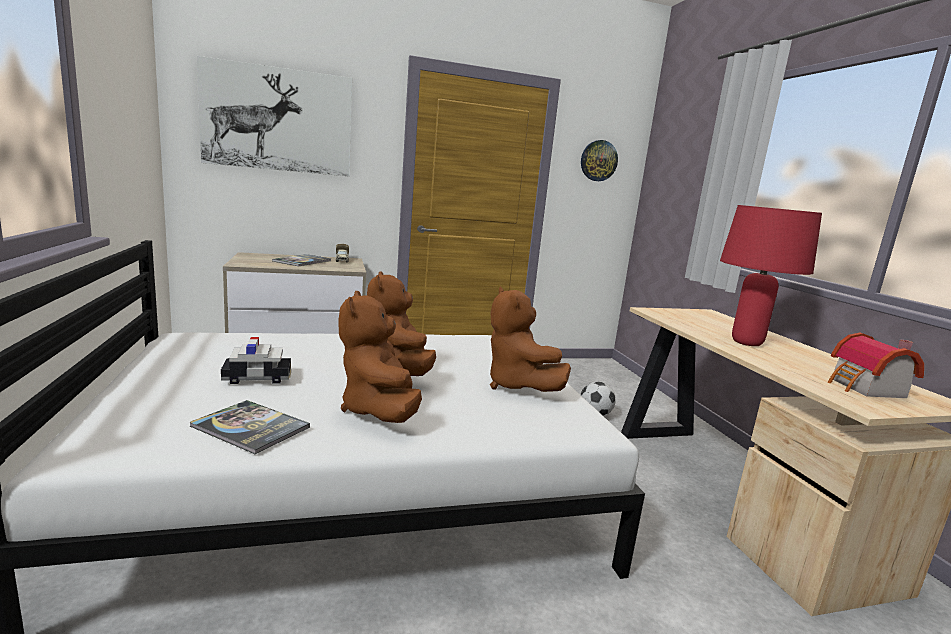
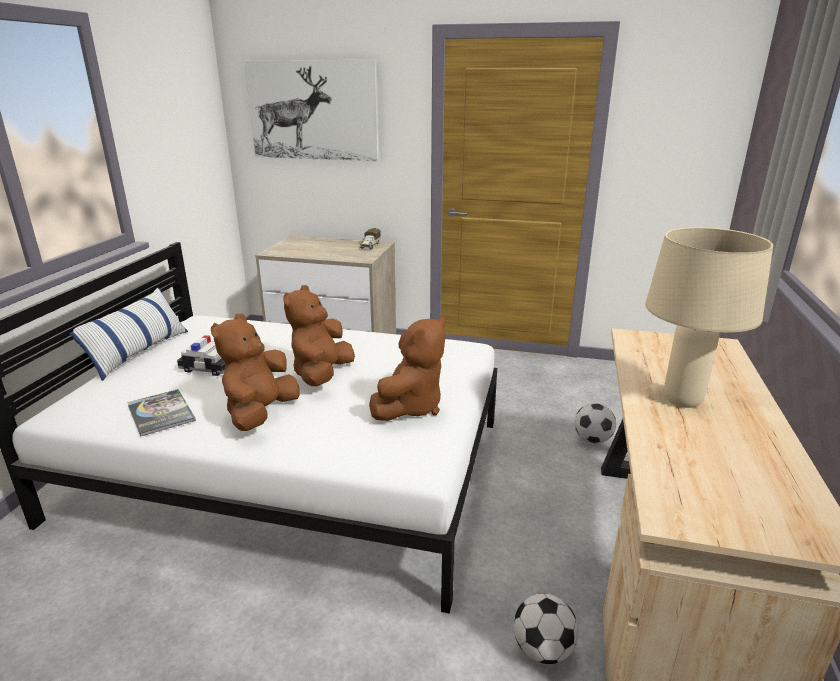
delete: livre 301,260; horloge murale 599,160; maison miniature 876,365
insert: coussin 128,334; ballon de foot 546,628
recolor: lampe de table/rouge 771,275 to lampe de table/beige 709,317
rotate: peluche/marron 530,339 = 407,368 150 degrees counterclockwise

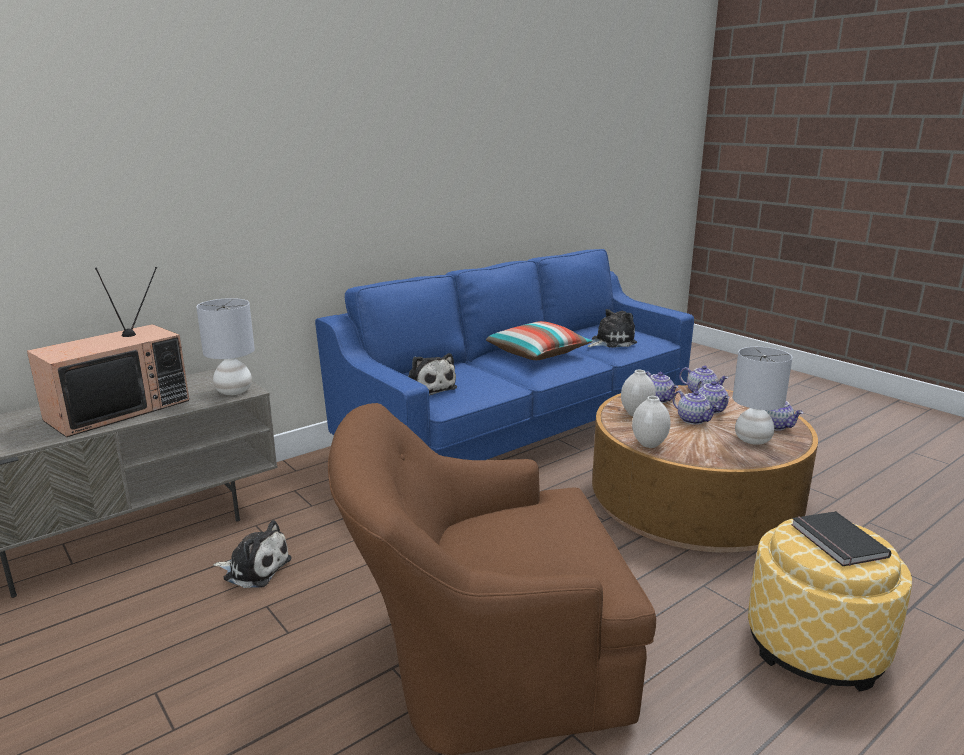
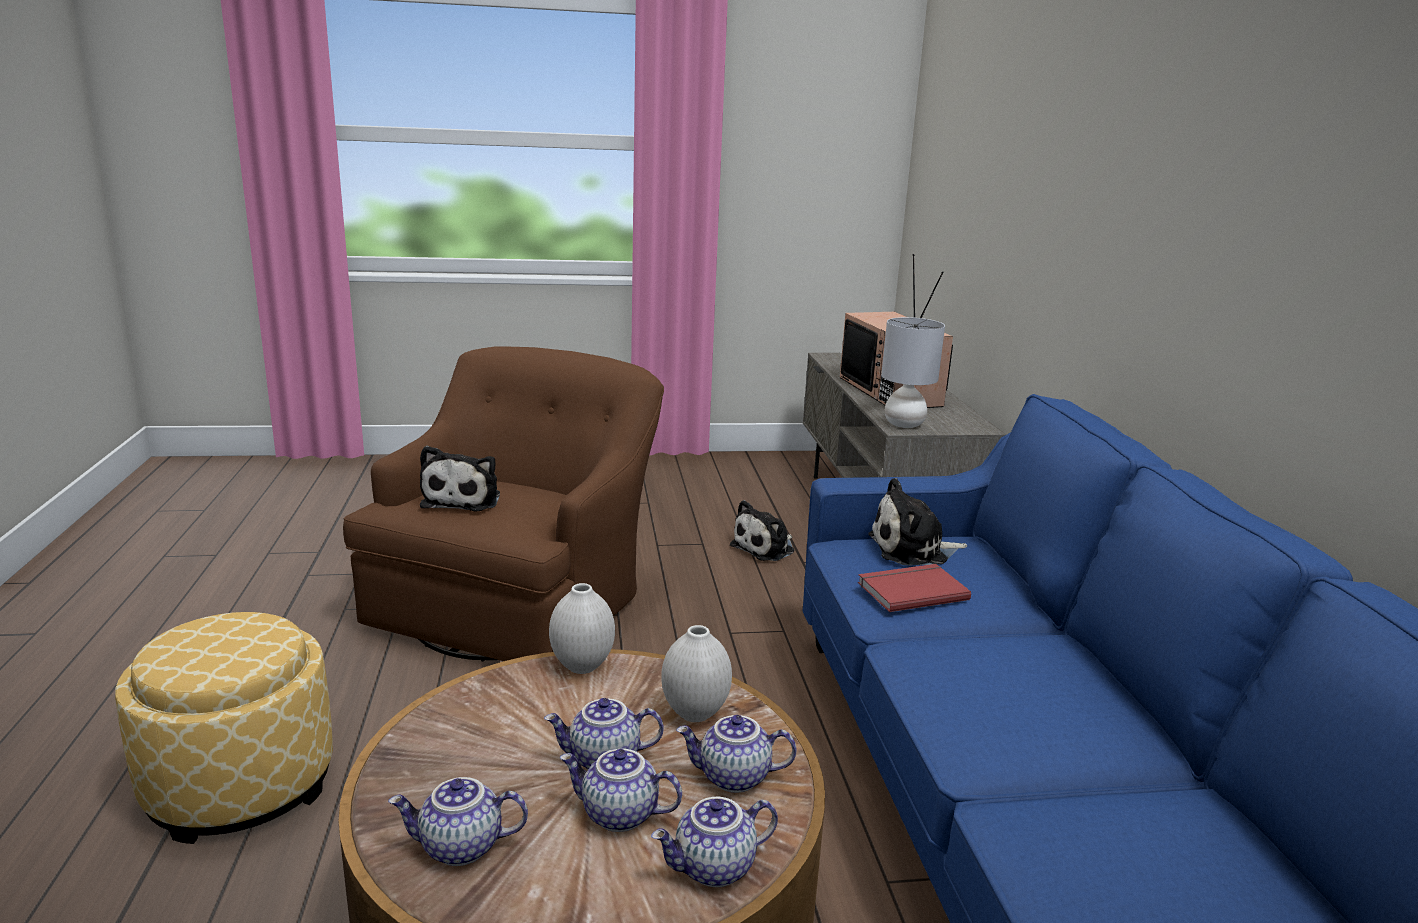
delete: coussin 539,340; lampe de table/gris 763,396; livre/noir 841,538
insert: livre/rouge 914,588
move: peluche 612,328 to 460,479

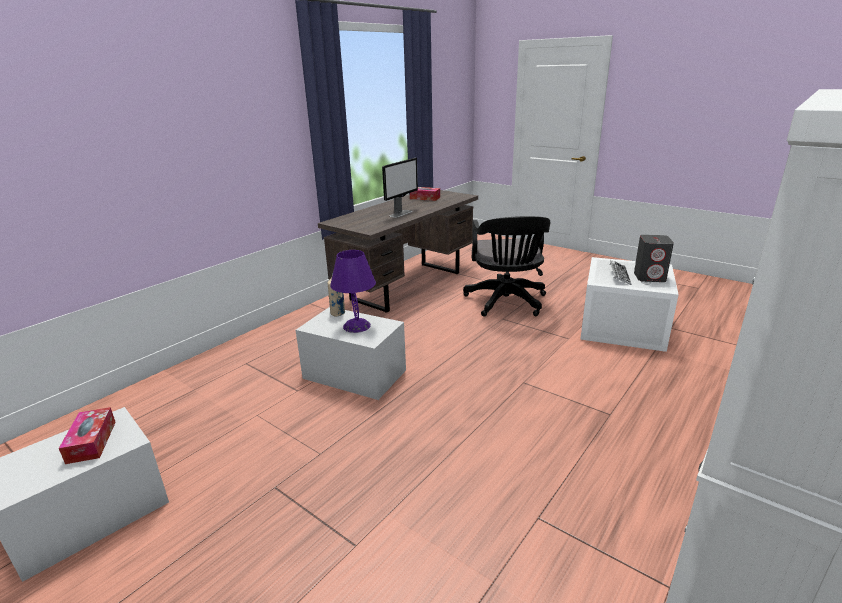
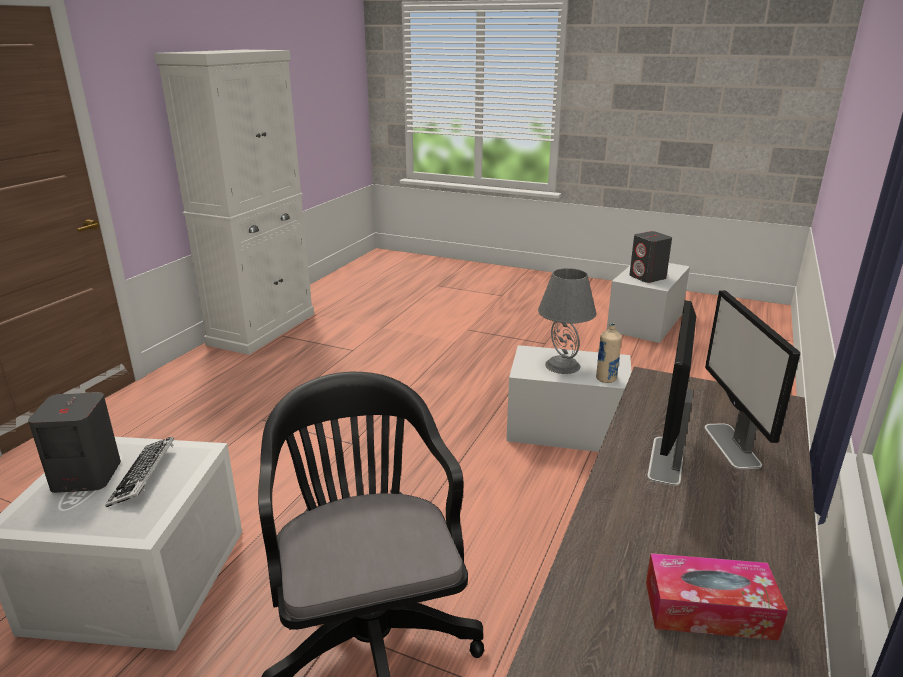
insert: écran d'ordinateur 752,379
replace: boîte à mouchoirs 87,435 to enceinte/gris 650,257
recolor: lampe de table/violet 353,291 to lampe de table/gris 567,321

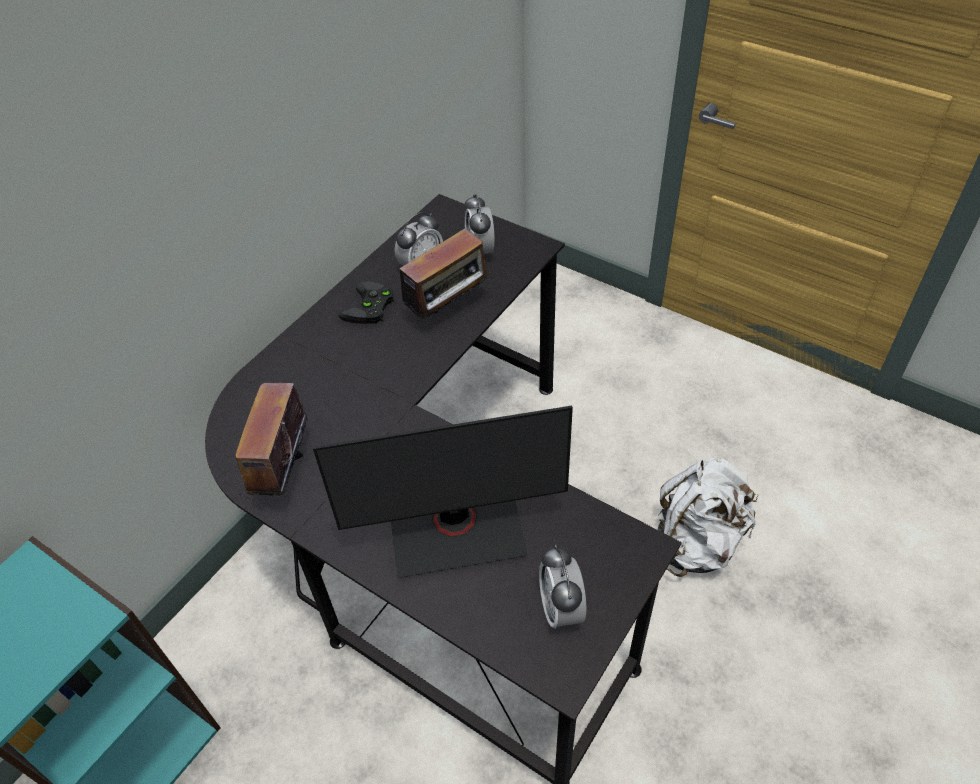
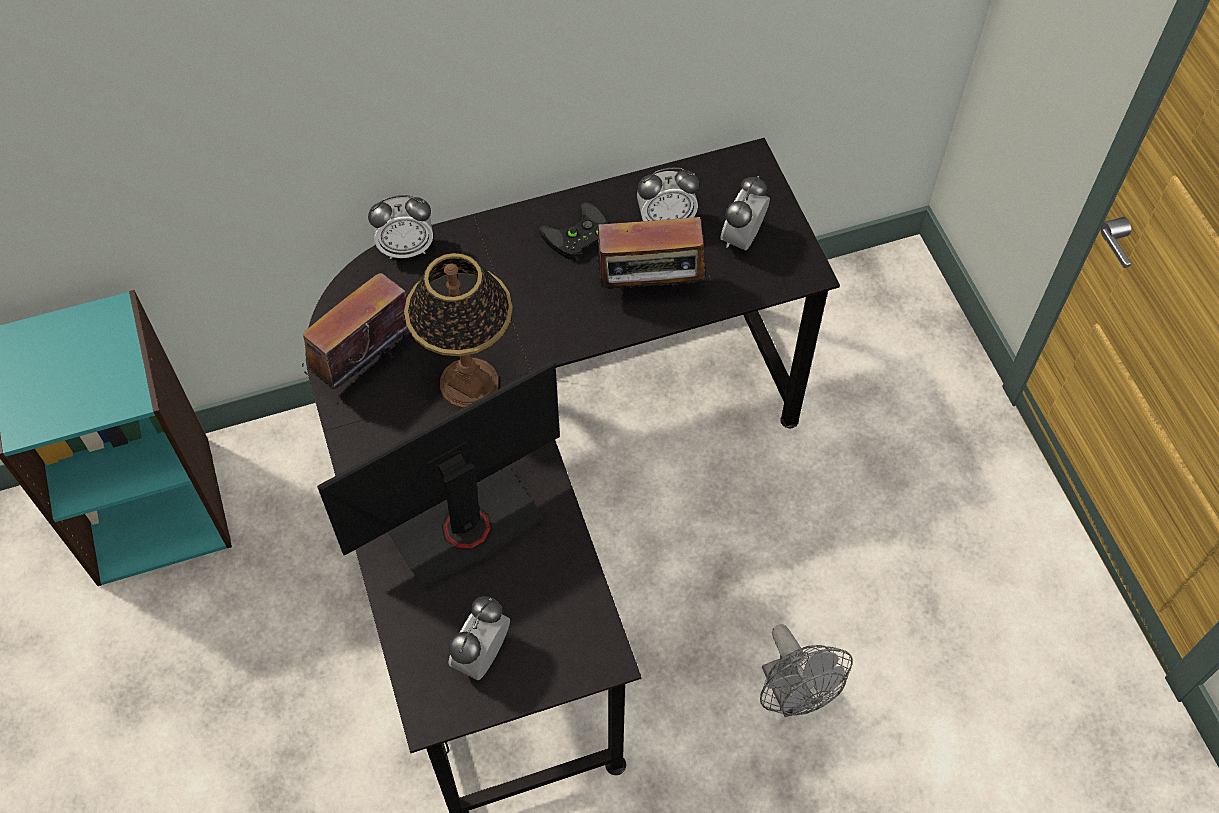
insert: réveil 400,227; lampe de table 458,330
replace: sac à dos/blanc 708,517 to ventilateur/gris 806,670
rotate: écran d'ordinateur 443,492 = 438,473 120 degrees clockwise

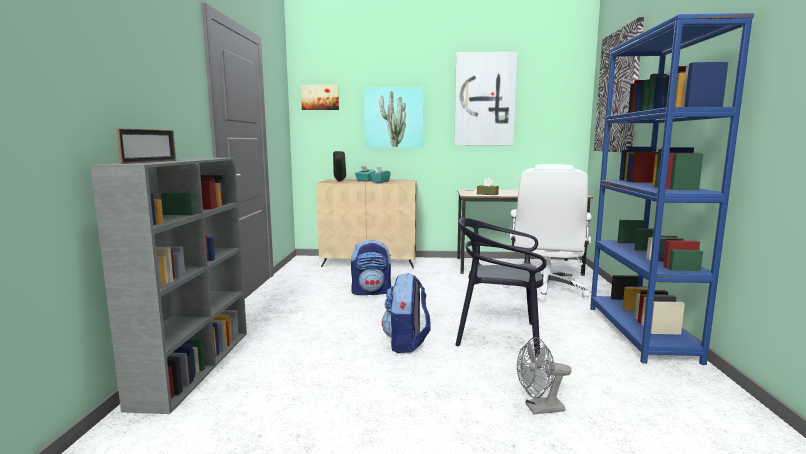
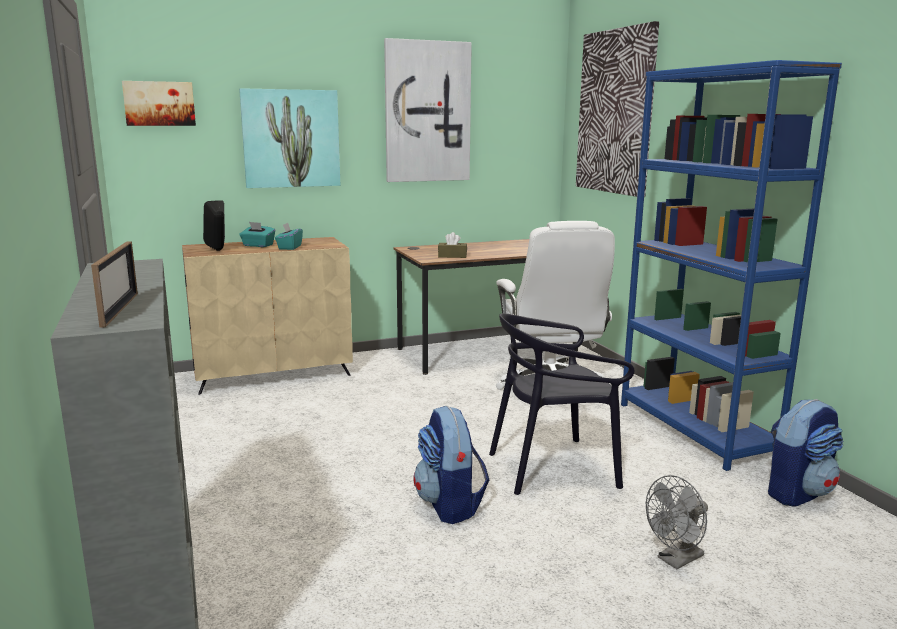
move: sac à dos 371,267 to 806,453

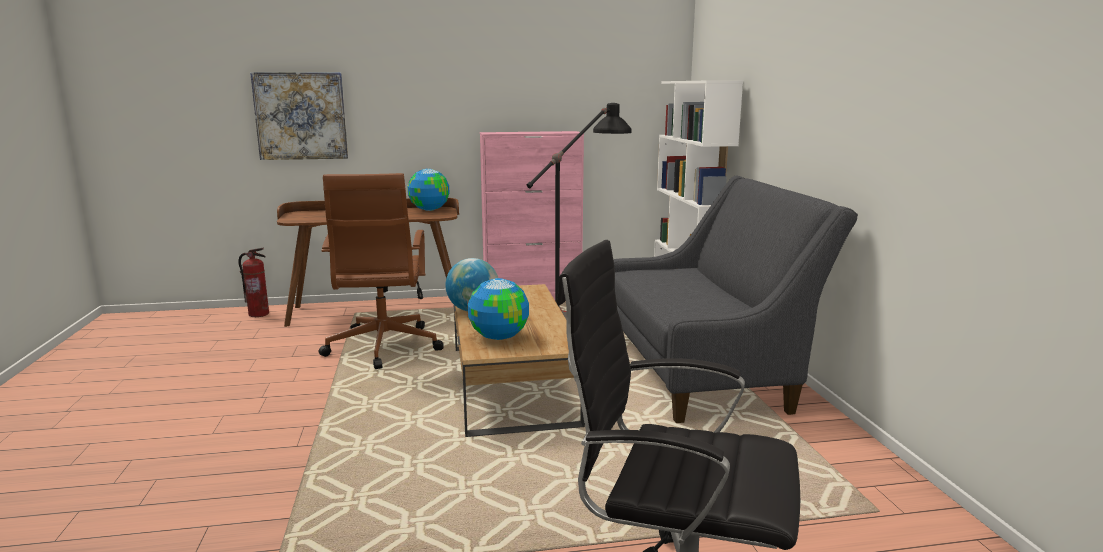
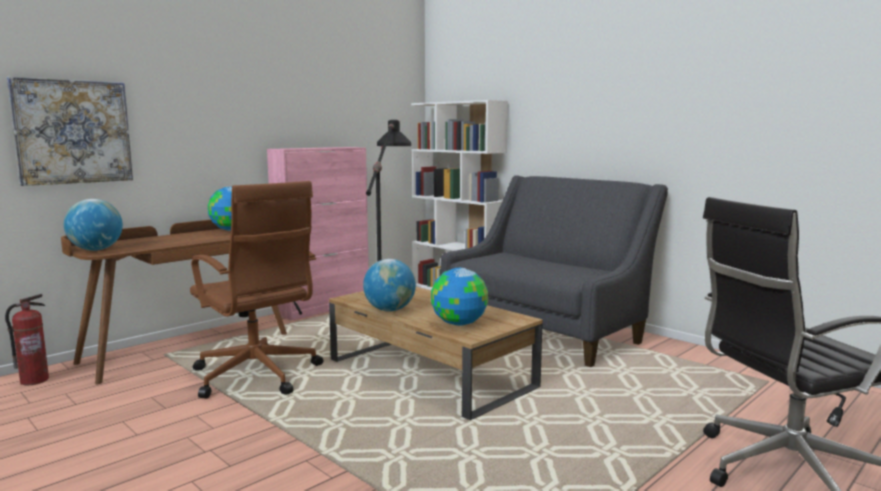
insert: globe 93,225

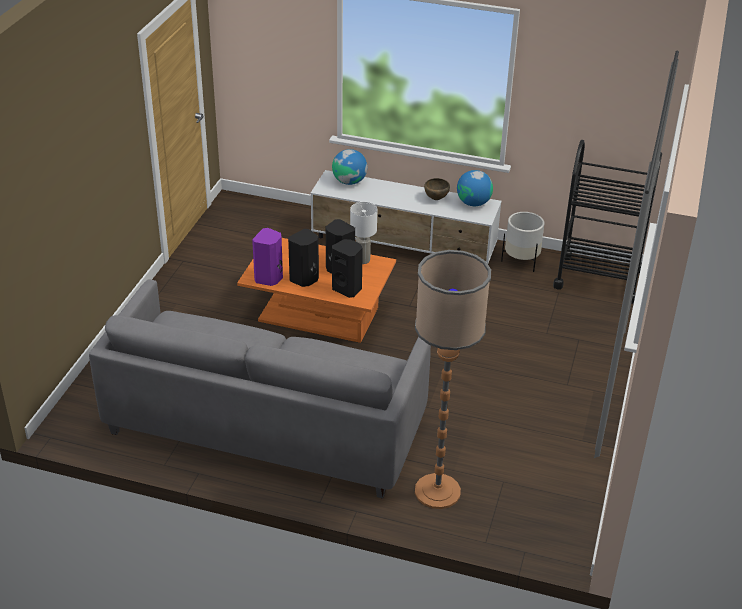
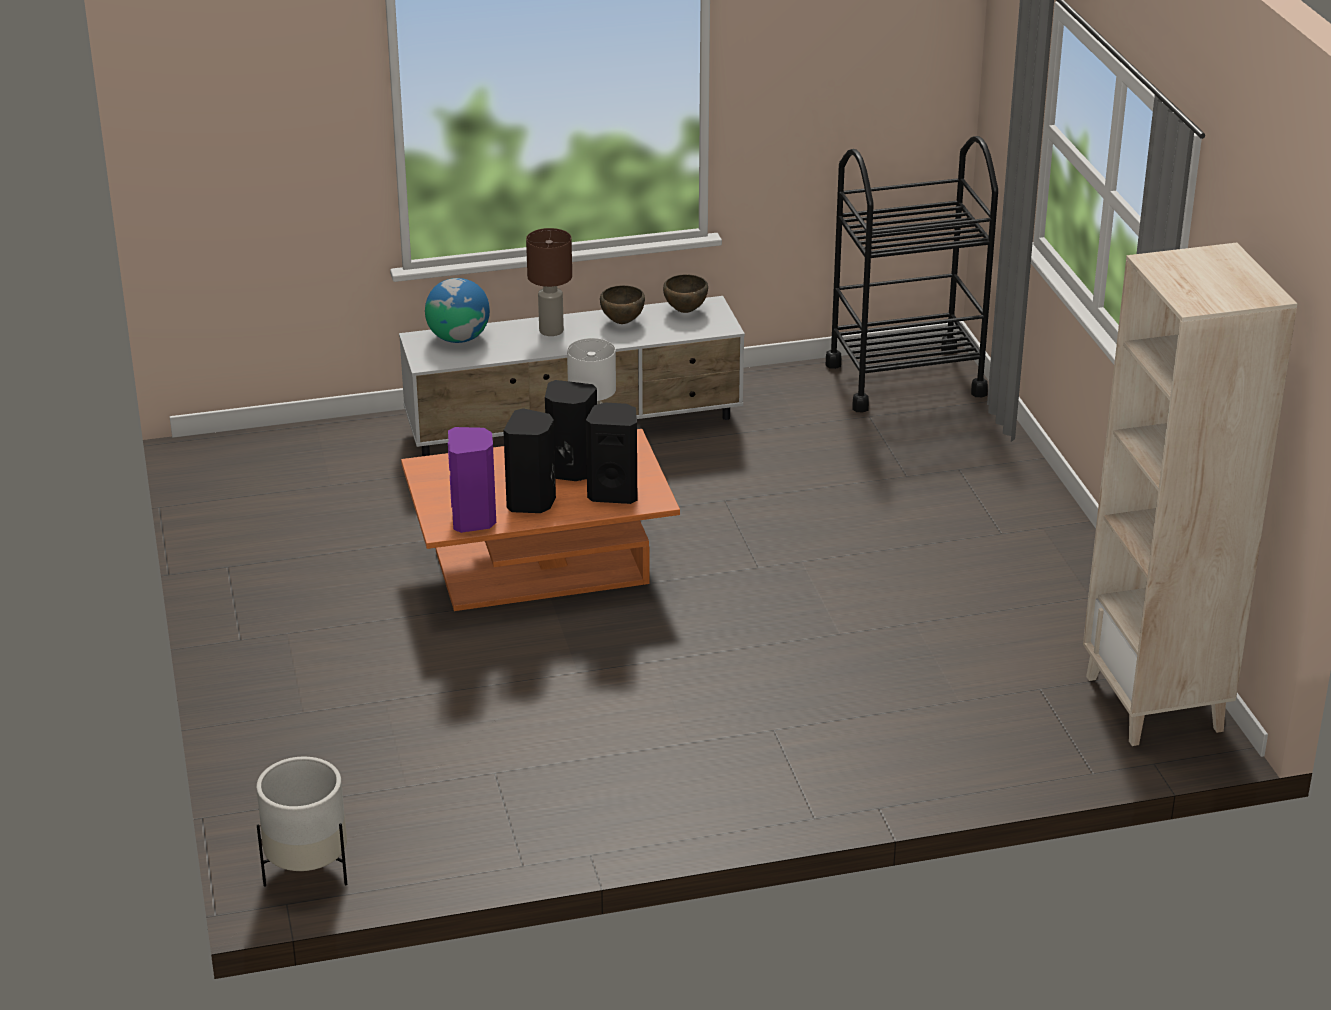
delete: canapé/gris 260,388; lampadaire 453,379
insert: lampe de table/marron 549,282; bibliothèque/beige 1190,494
move: cache-pot/blanc 522,242 to 301,822
replace: globe 475,188 to bol/marron 685,293

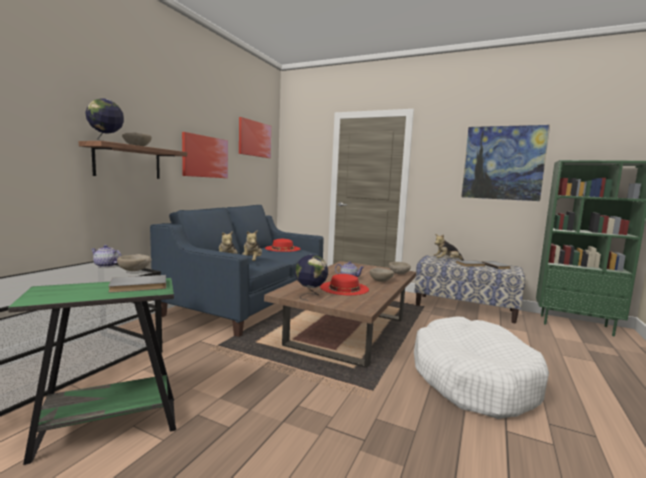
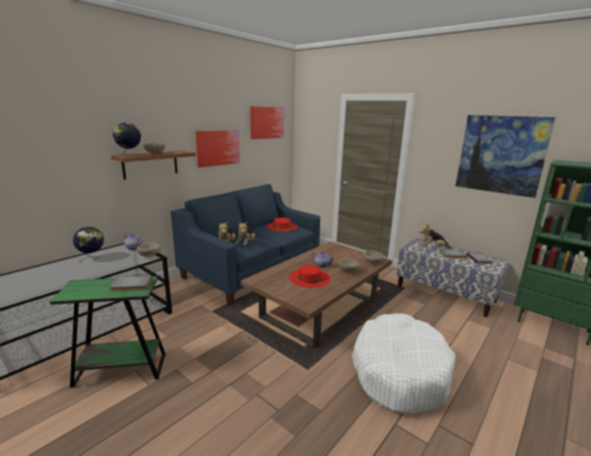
move: globe 311,277 to 88,245

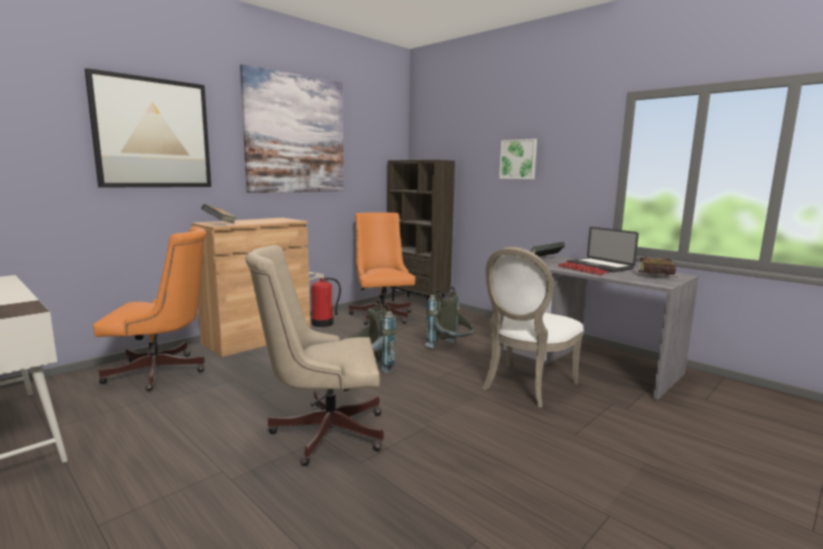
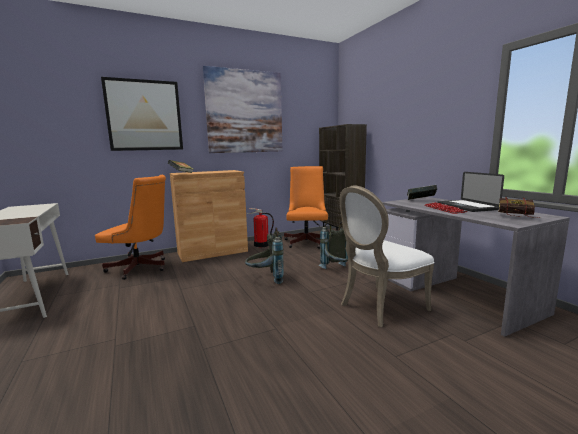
delete: chaise de bureau/beige 314,355; tableau 518,159

